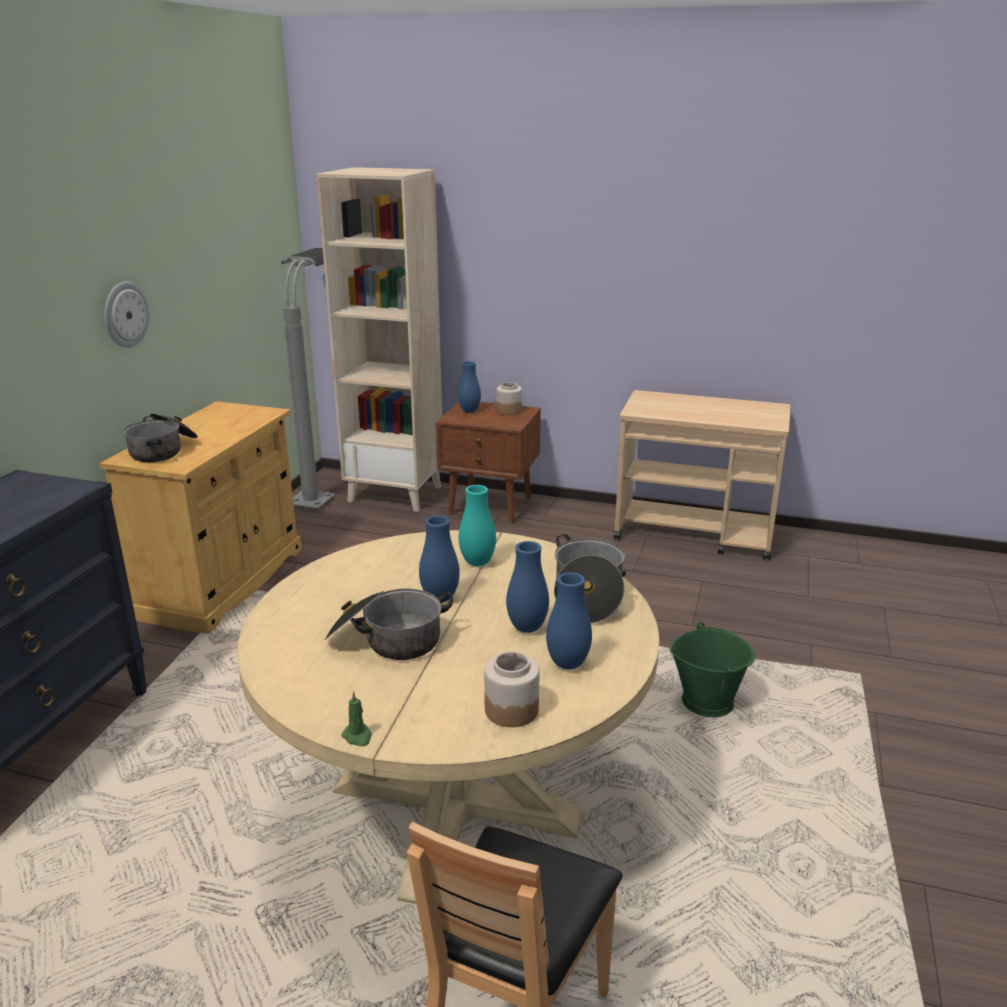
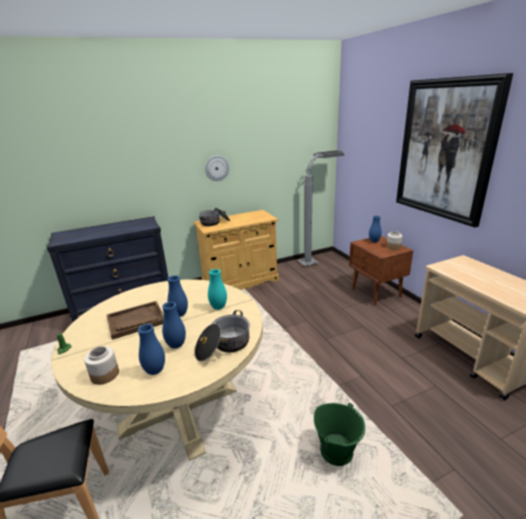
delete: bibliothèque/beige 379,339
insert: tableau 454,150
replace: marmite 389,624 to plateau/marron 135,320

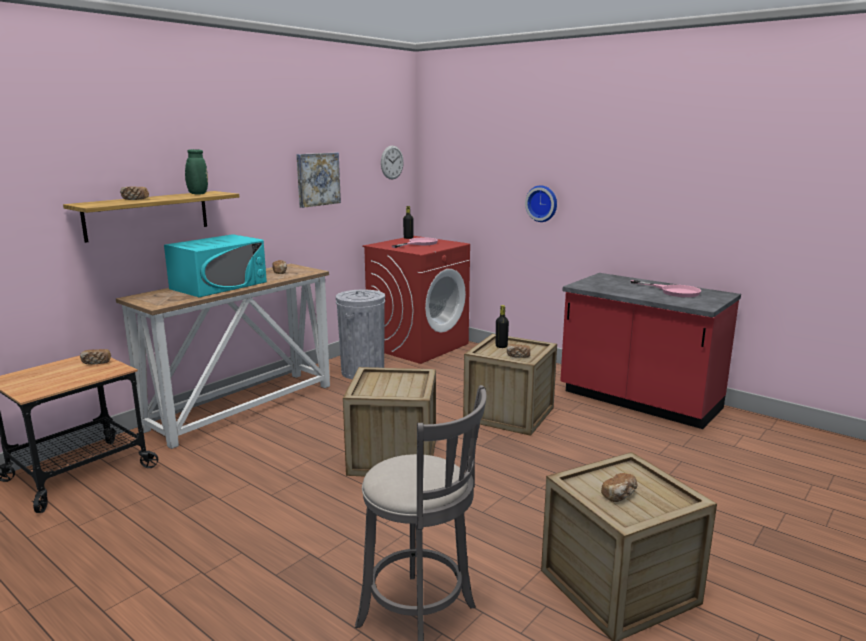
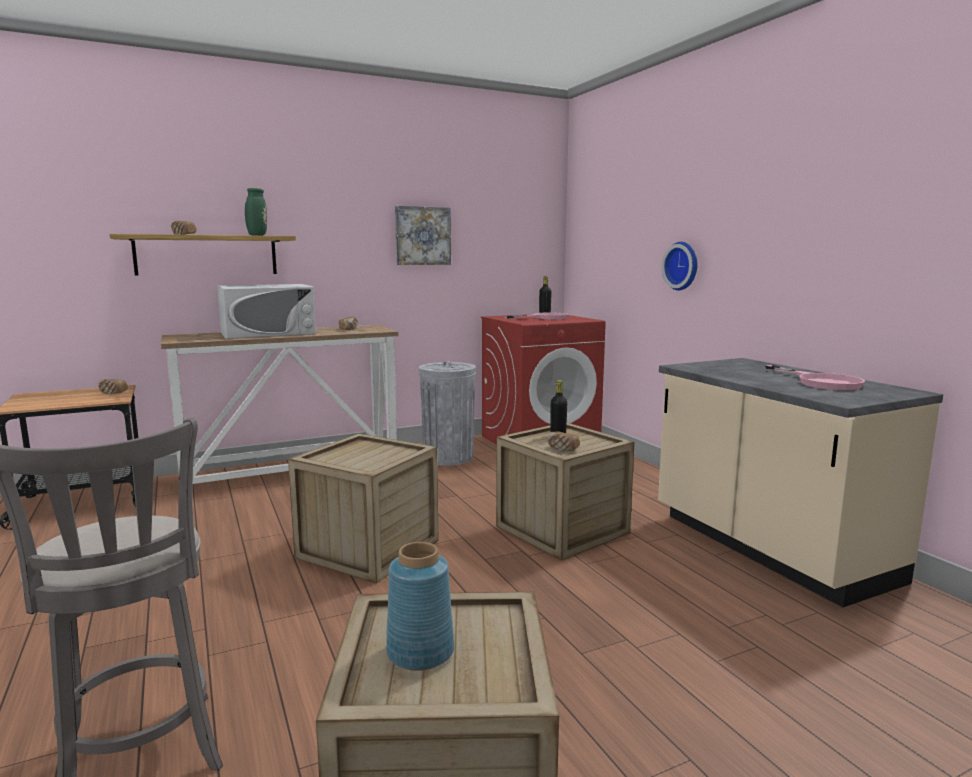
delete: horloge murale 392,163
replace: pain 619,487 to vase/bleu 420,606
recolor: micro-ondes/turquoise 215,265 to micro-ondes/blanc 266,311; comptoir de cuisine/rouge 650,351 to comptoir de cuisine/beige 800,482

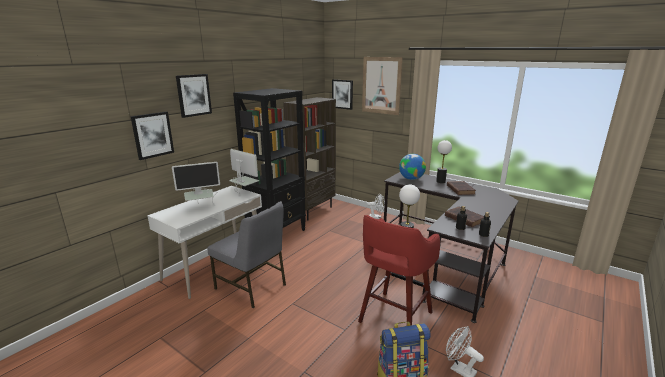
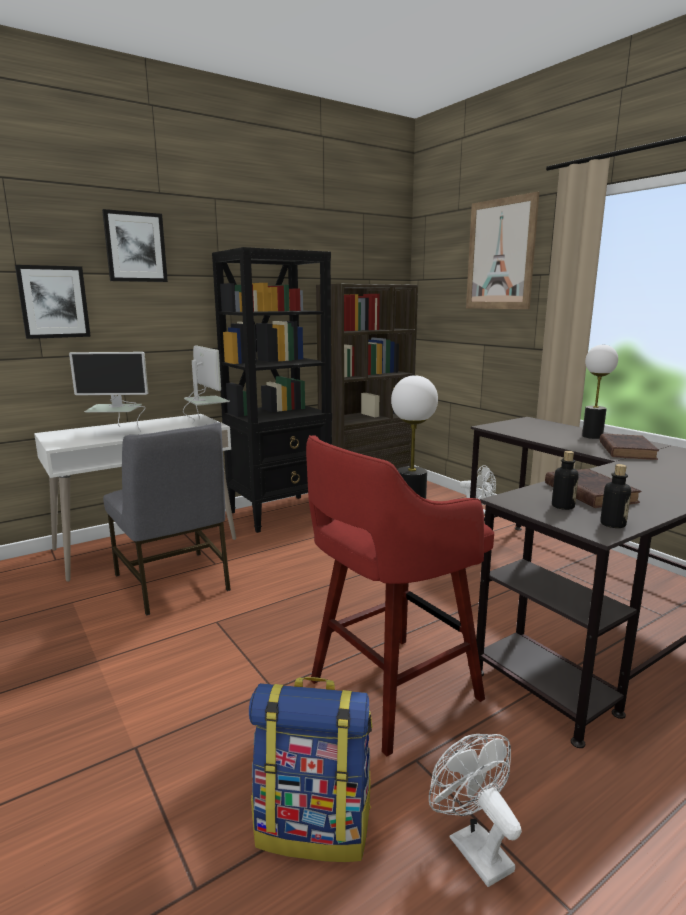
delete: tableau 342,94; globe 412,167

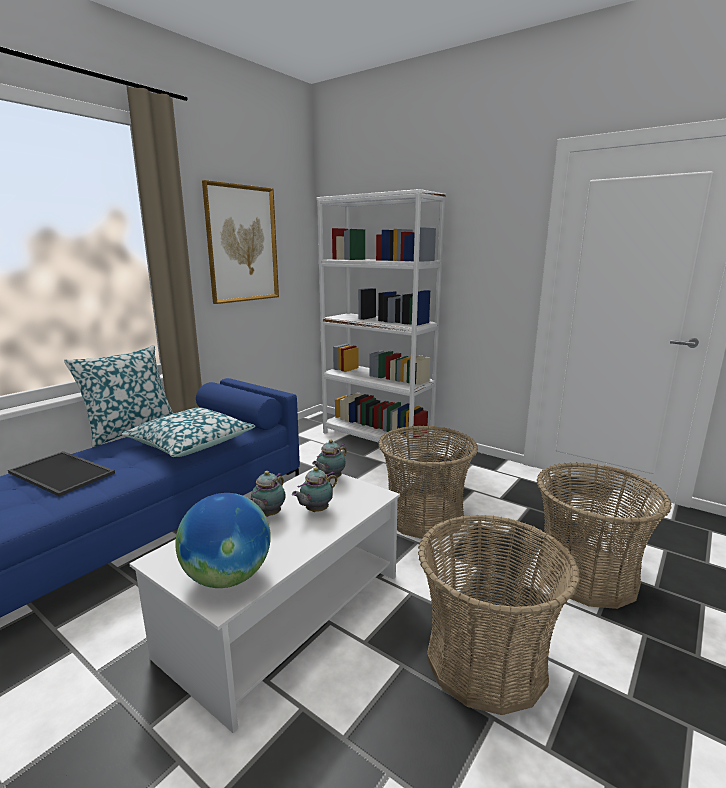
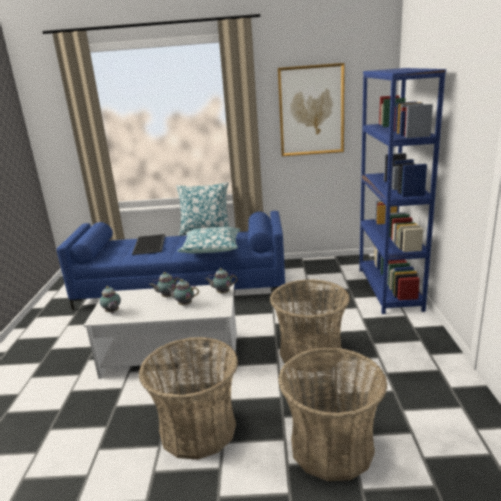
replace: globe 223,540 to théière 110,299
recolor: bibliothèque/blanc 381,324 to bibliothèque/bleu 402,191

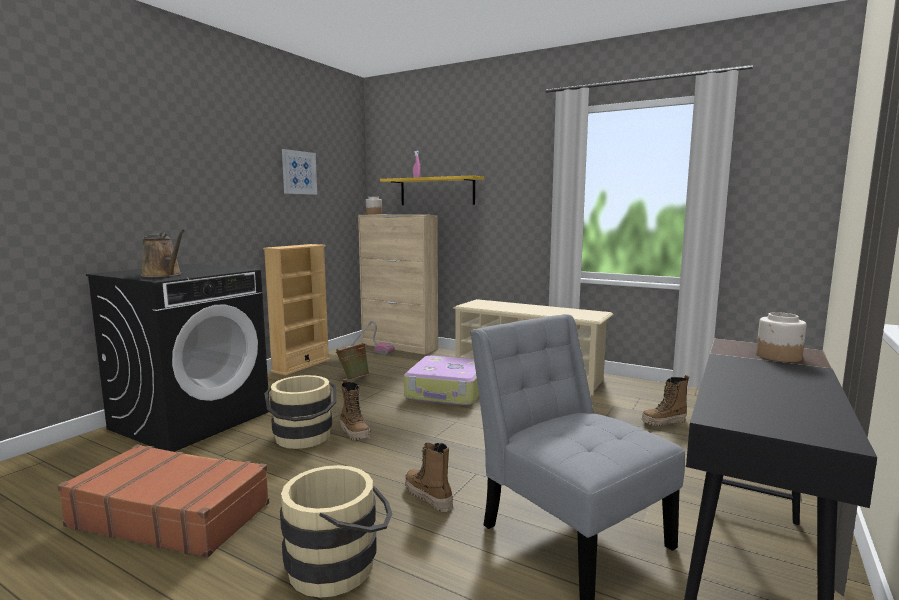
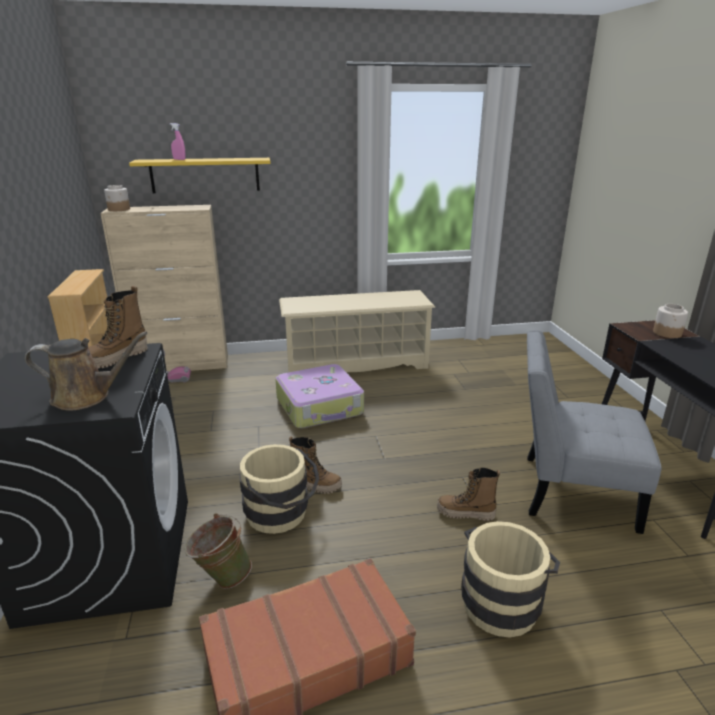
delete: tableau 299,172
move: botte 665,400 to 118,327; seau/vert 352,361 to 218,551

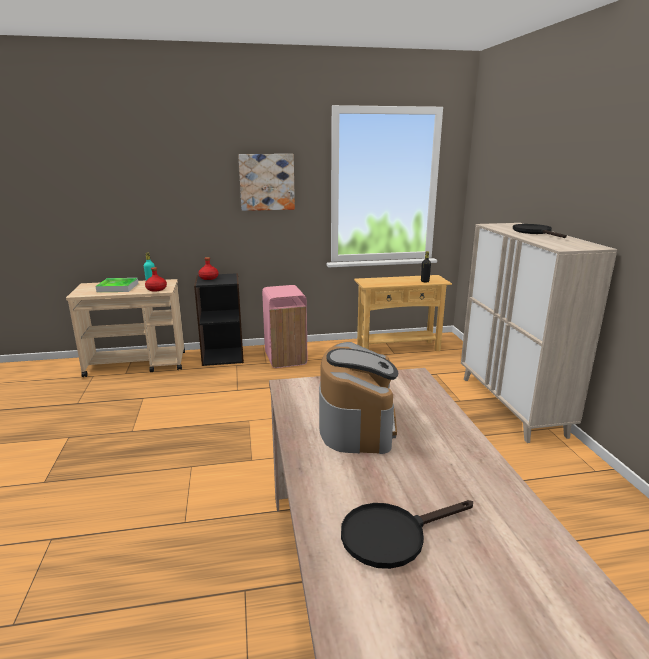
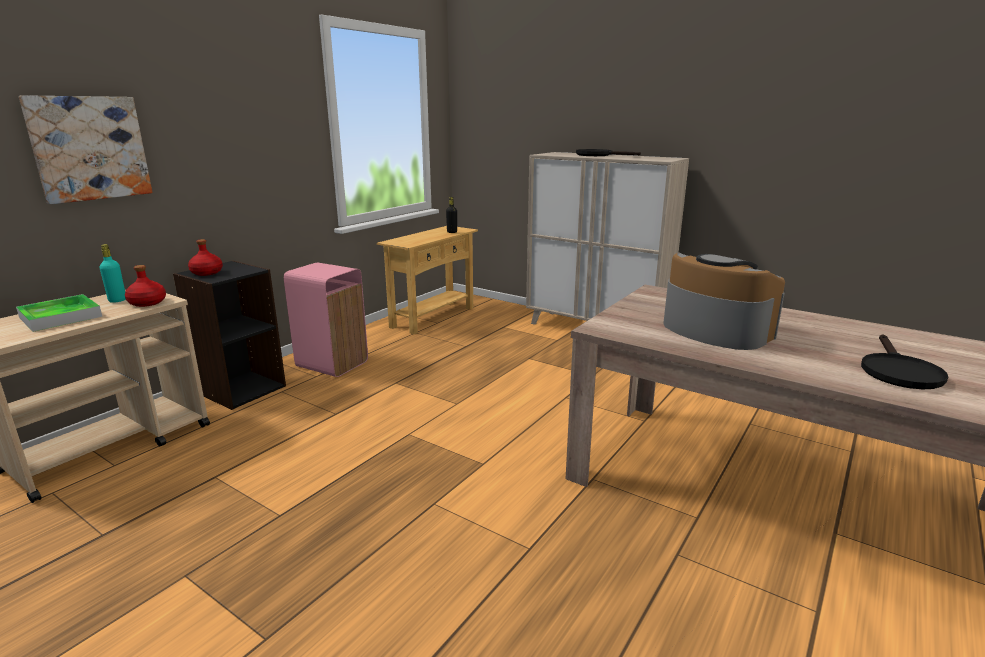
move: tableau 266,182 to 85,149

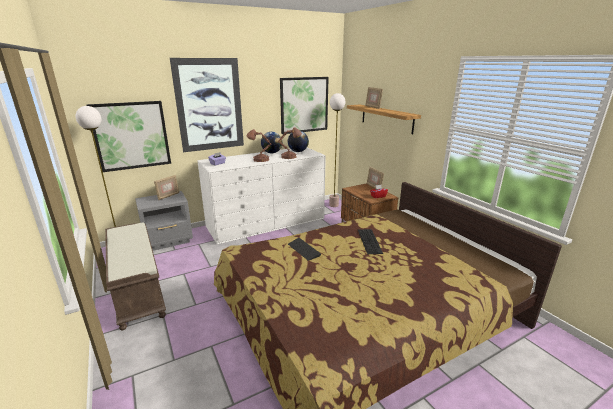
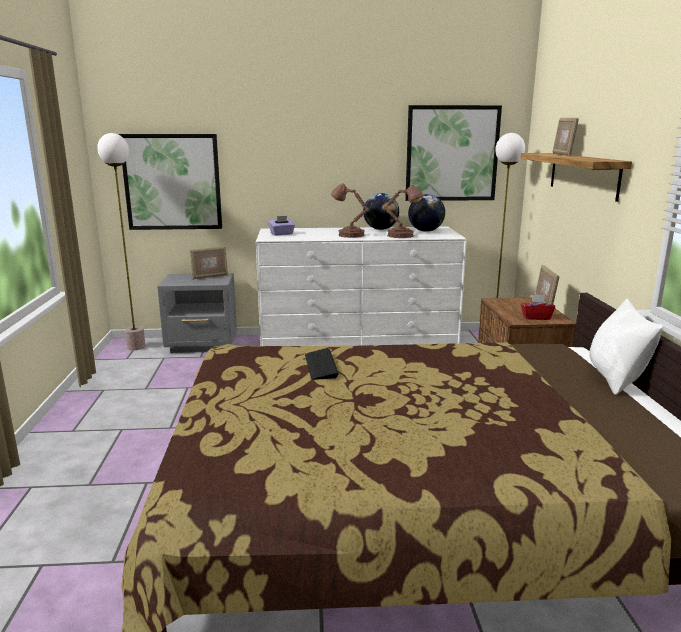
delete: banc/marron 135,276; tableau 207,105; clavier 370,241
insert: coussin/blanc 626,347

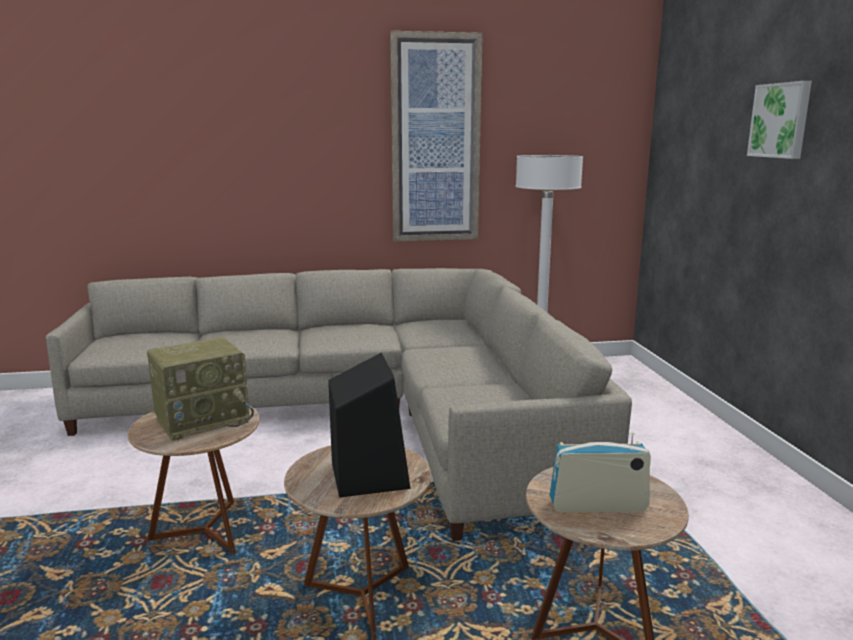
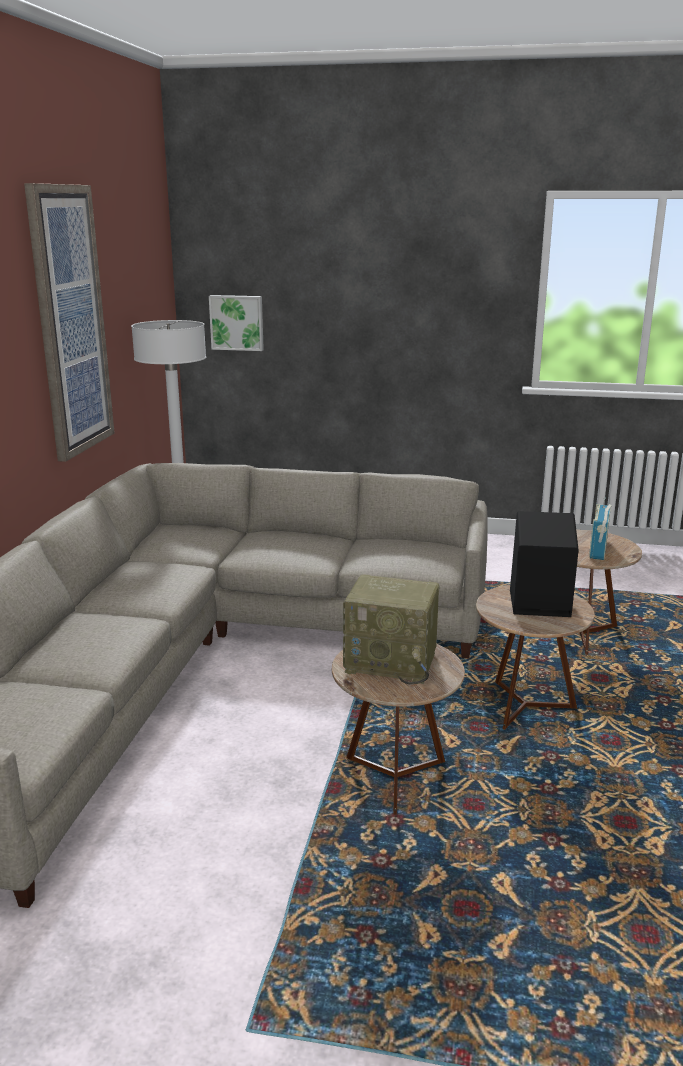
move: tableau 779,120 to 236,323
rotate: radio 200,389 = 391,629 120 degrees clockwise

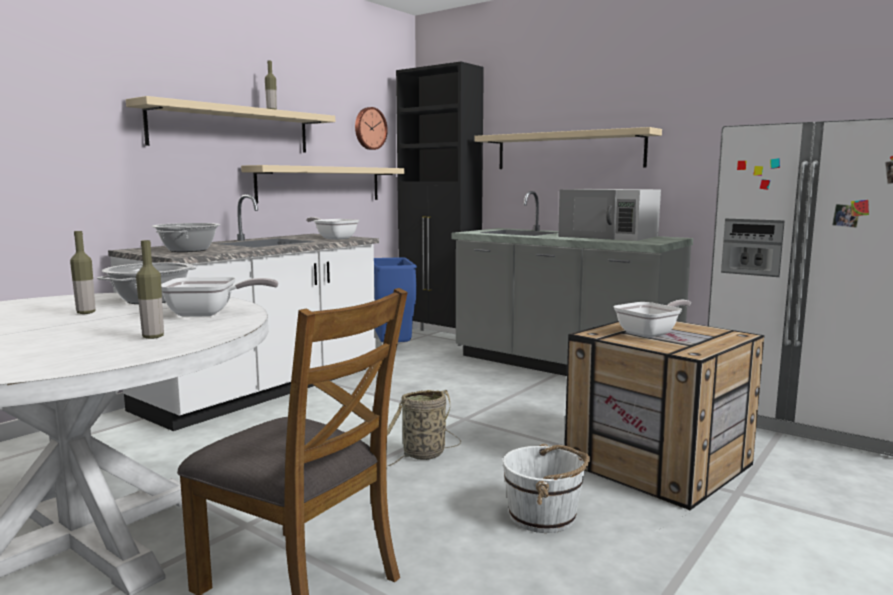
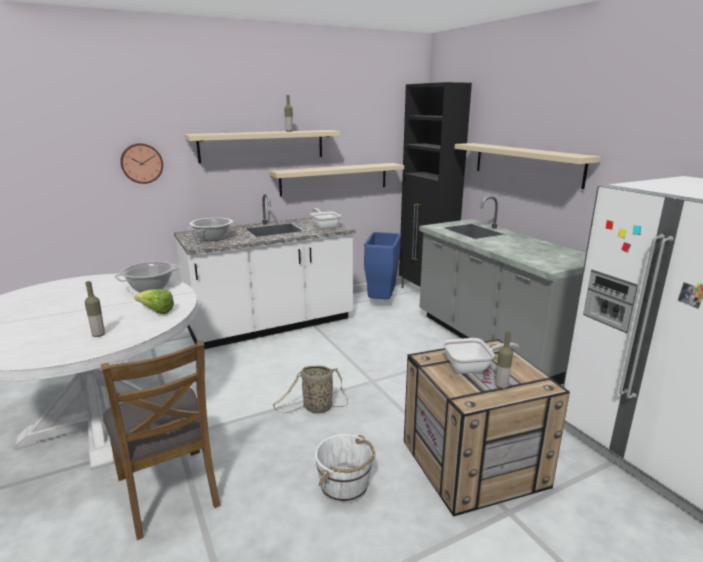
delete: micro-ondes/blanc 609,215
move: horloge murale 371,128 to 141,163; bouteille 83,272 to 504,360
replace: poêle 220,297 to laitue 154,301

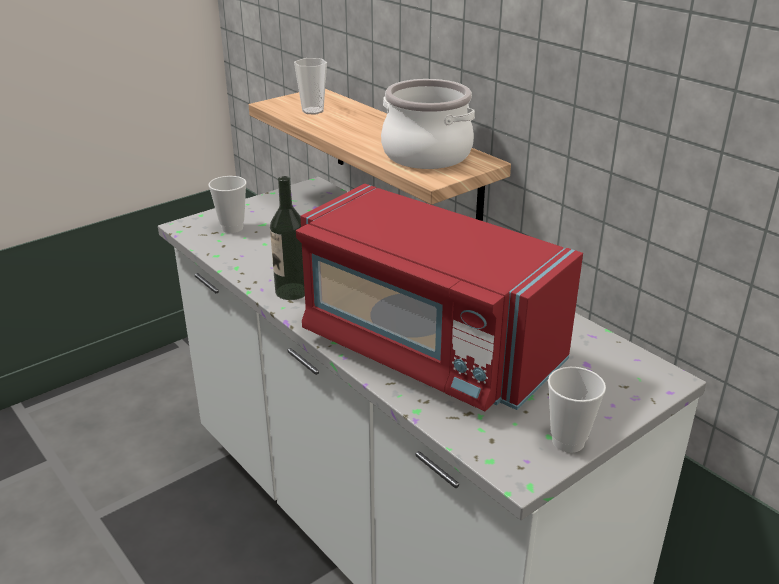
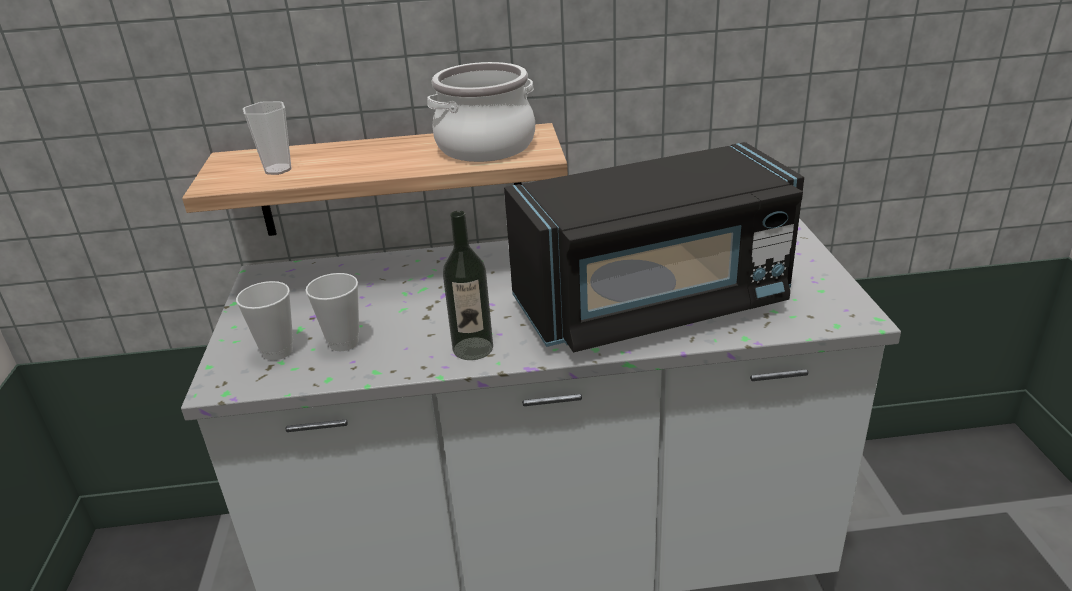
move: tasse 577,410 to 332,312
recolor: micro-ondes/rouge 439,297 to micro-ondes/noir 654,247

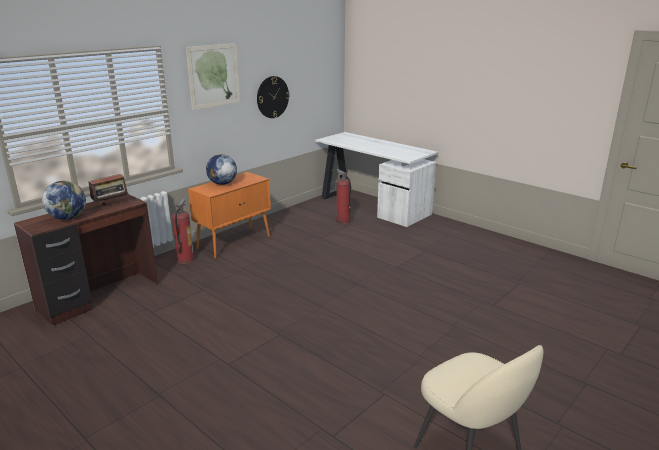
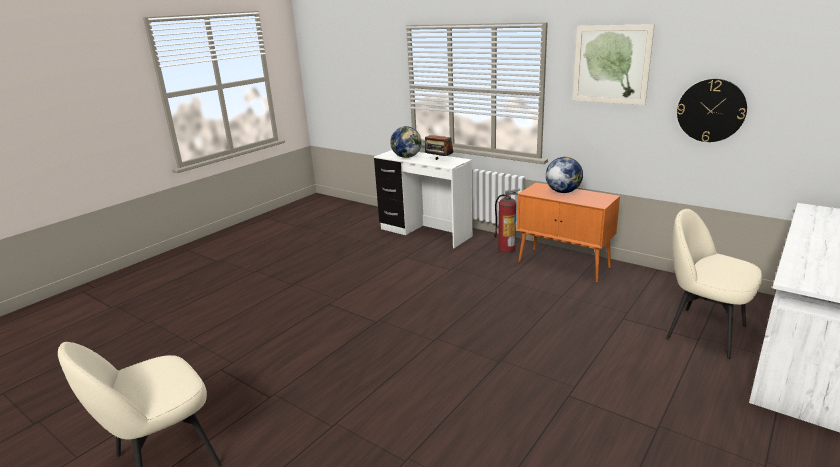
replace: extincteur 343,196 to chaise/beige 714,284
recolor: bureau/marron 86,260 to bureau/blanc 423,199

